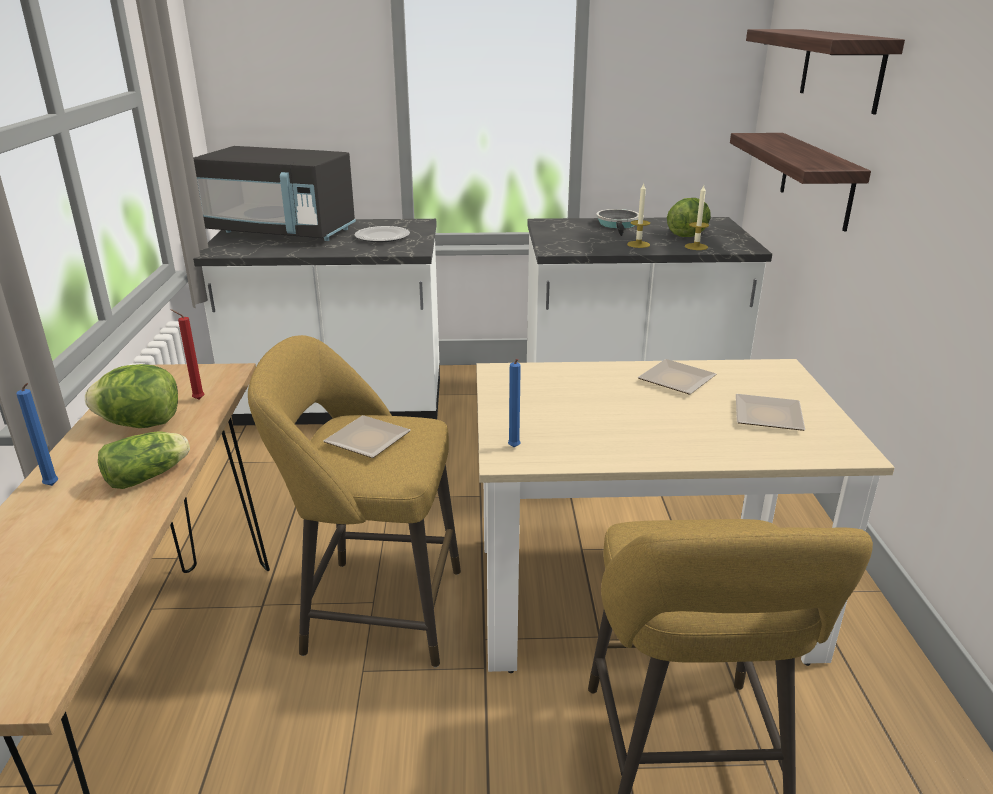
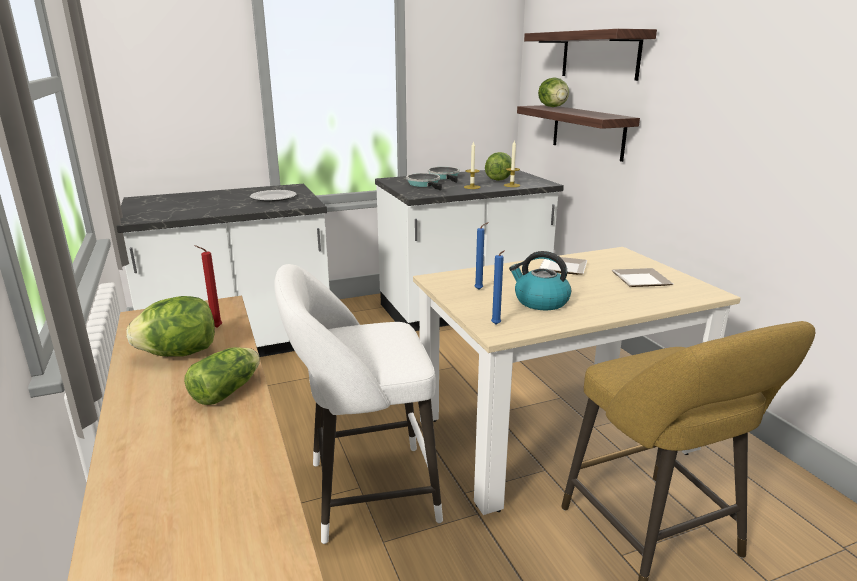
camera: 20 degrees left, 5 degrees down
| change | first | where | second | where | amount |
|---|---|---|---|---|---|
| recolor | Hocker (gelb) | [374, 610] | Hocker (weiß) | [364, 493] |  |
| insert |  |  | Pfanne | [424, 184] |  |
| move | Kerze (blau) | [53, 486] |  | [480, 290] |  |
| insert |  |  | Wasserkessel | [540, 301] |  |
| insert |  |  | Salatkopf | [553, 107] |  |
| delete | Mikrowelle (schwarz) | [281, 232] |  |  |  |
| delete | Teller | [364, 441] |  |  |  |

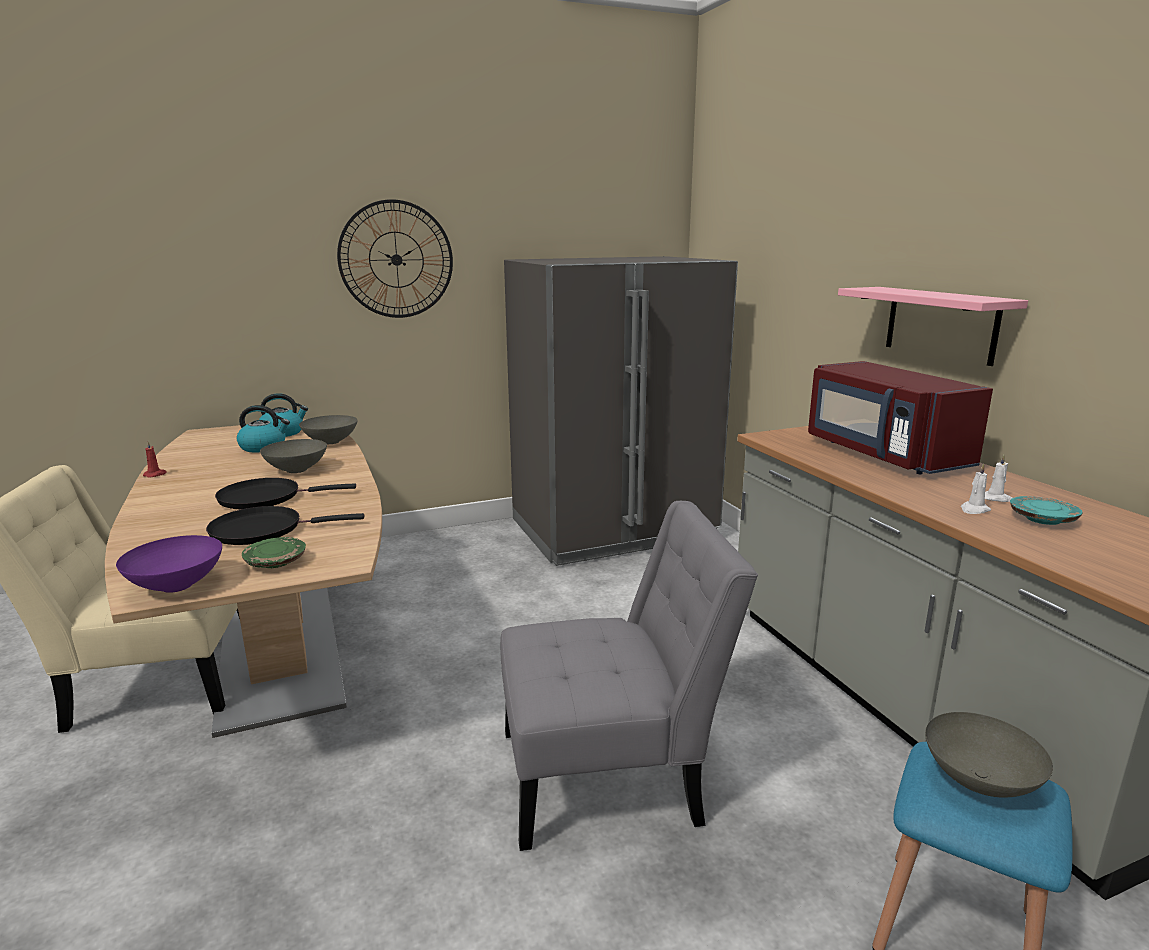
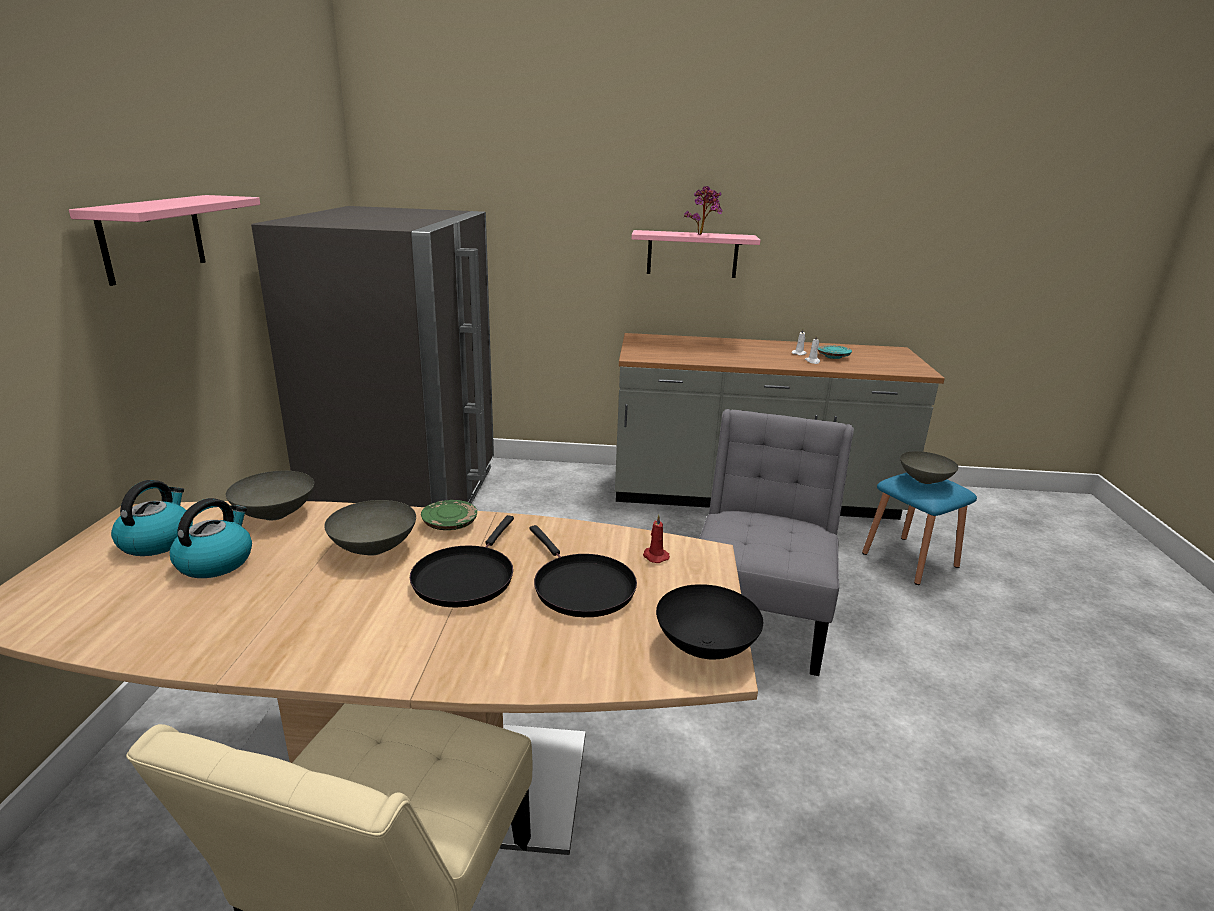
camera: 65 degrees left, 5 degrees up
| change | first | where | second | where | amount |
|---|---|---|---|---|---|
| replace | Wanduhr | [396, 260] | Wandregal (rosa) | [153, 237] |  |
| move | Teller (grün) | [276, 562] |  | [450, 523] |  |
| rotate | Pfanne (schwarz) | [263, 530] |  | [580, 587] | 45 degrees counterclockwise |
| move | Kerze (rot) | [155, 474] |  | [654, 556] |  |
| recolor | Schüssel (lila) | [175, 586] | Schüssel (schwarz) | [707, 647] |  |
| insert |  |  | Topfpflanze | [702, 234] |  |
| delete | Mikrowelle (rot) | [882, 454] |  |  |  |

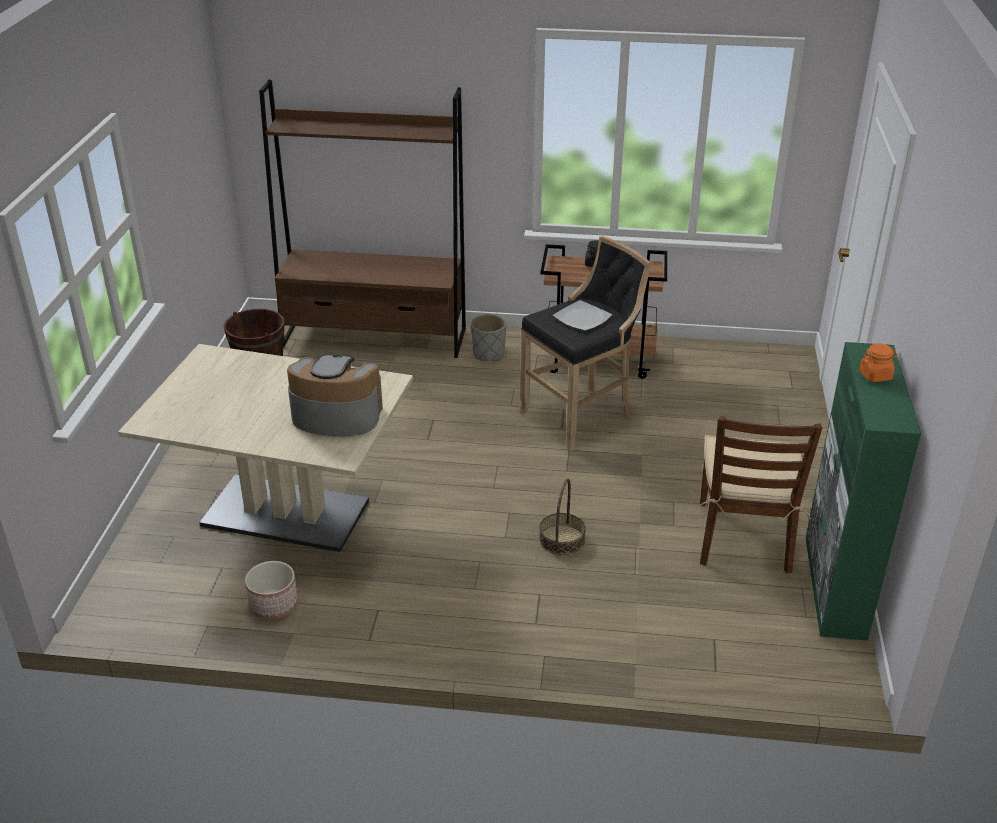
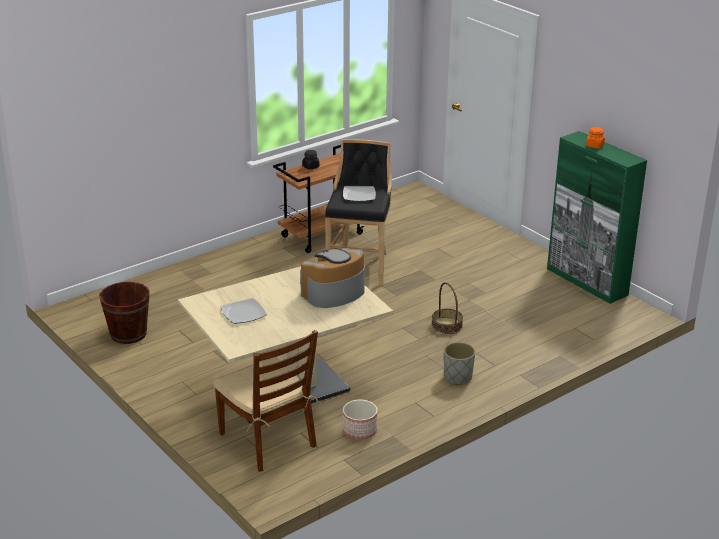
camera: 45 degrees left, 5 degrees down
| change | first | where | second | where | amount |
|---|---|---|---|---|---|
| move | Stuhl (braun) | [744, 537] |  | [268, 440] |  |
| insert |  |  | Teller | [244, 313] |  |
| move | Pflanzkübel (grau) | [488, 354] |  | [457, 377] |  |
| delete | Bücherregal (braun) | [375, 337] |  |  |  |

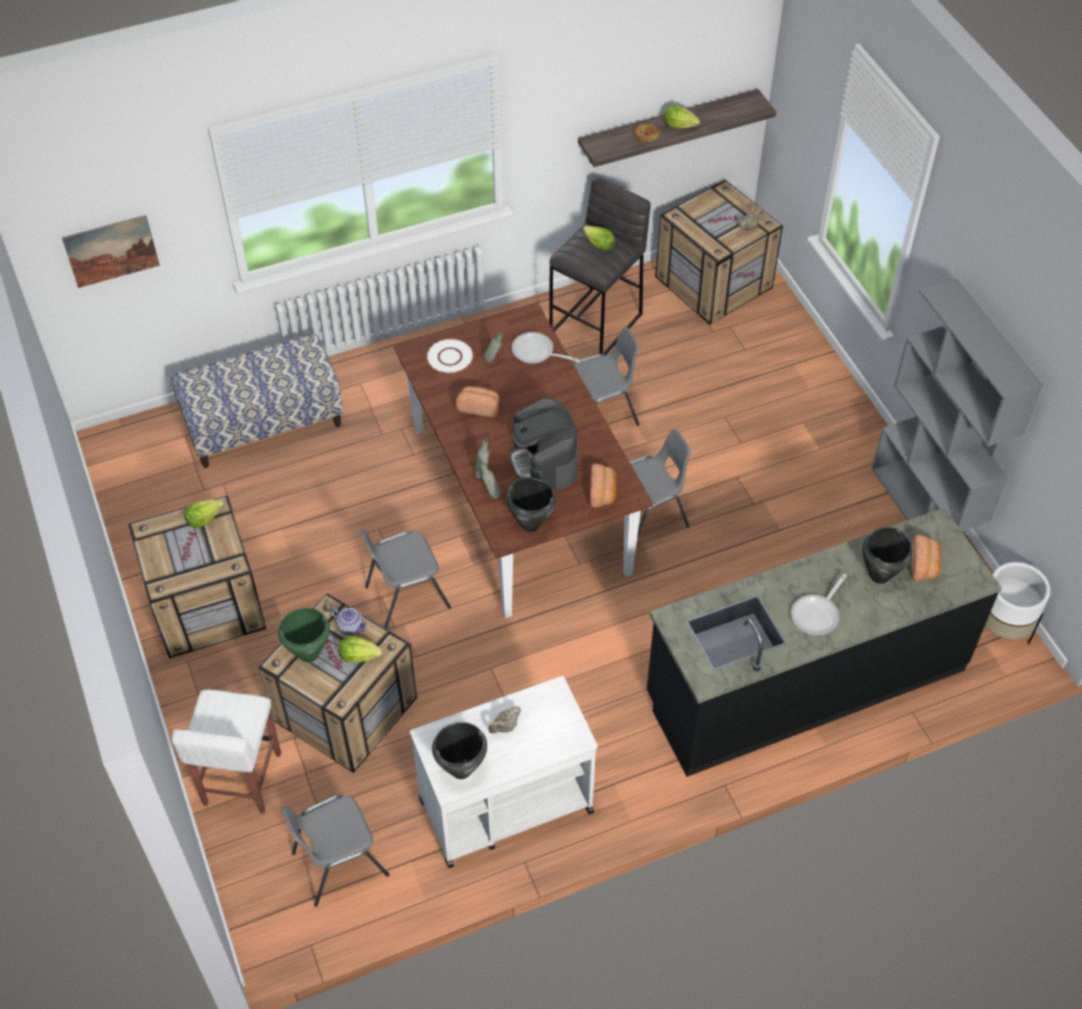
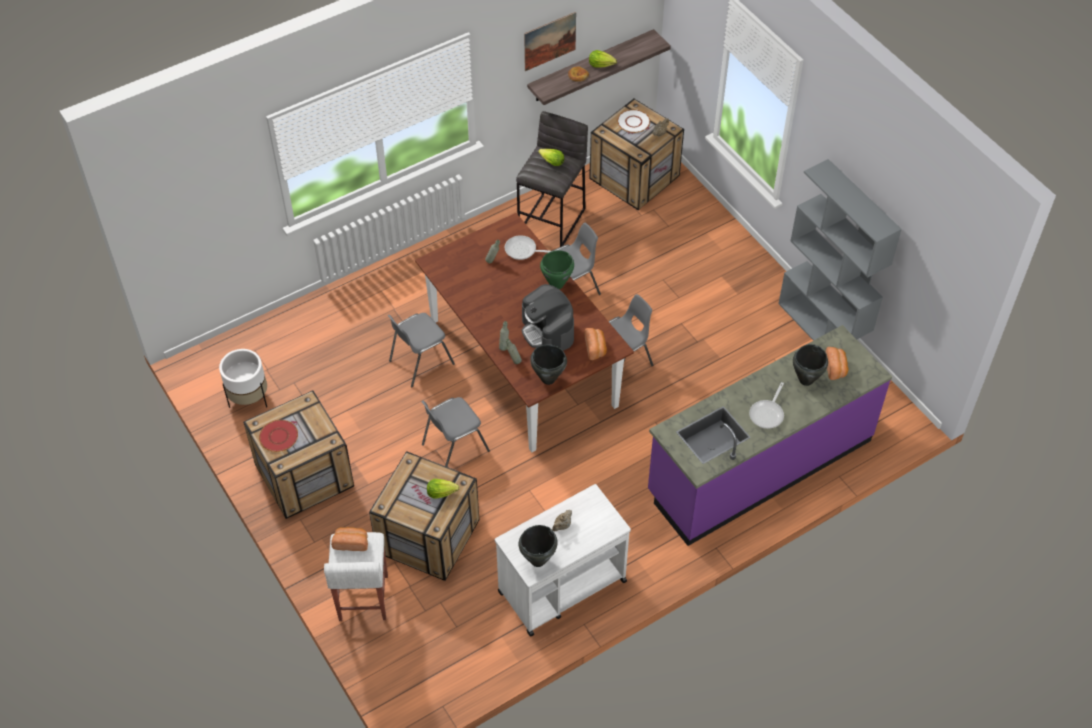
camera: 10 degrees left, 0 degrees up
| change | first | where | second | where | amount |
|---|---|---|---|---|---|
| move | Pflanzkübel (weiß) | [1002, 628] |  | [249, 398] |  |
| insert |  |  | Teller (rot) | [279, 436] |  |
| move | Brot | [479, 407] |  | [351, 542] |  |
| move | Stuhl (grau) | [338, 863] |  | [420, 362] |  |
| move | Bild | [111, 251] |  | [549, 41] |  |
| move | Kochtopf (grün) | [308, 654] |  | [556, 284] |  |
| move | Teller (weiß) | [449, 357] |  | [633, 122] |  |
| recolor | Küchenzeile (schwarz) | [805, 682] | Küchenzeile (lila) | [759, 466] |  |
| delete | Bank | [264, 424] |  |  |  |
| delete | Salatkopf | [204, 518] |  |  |  |
| delete | Teekanne | [351, 626] |  |  |  |

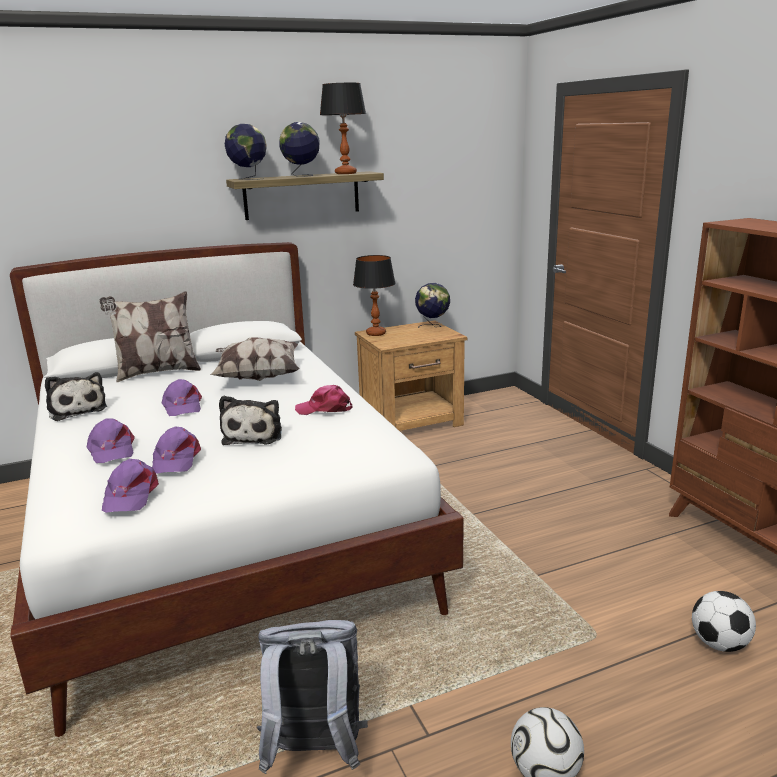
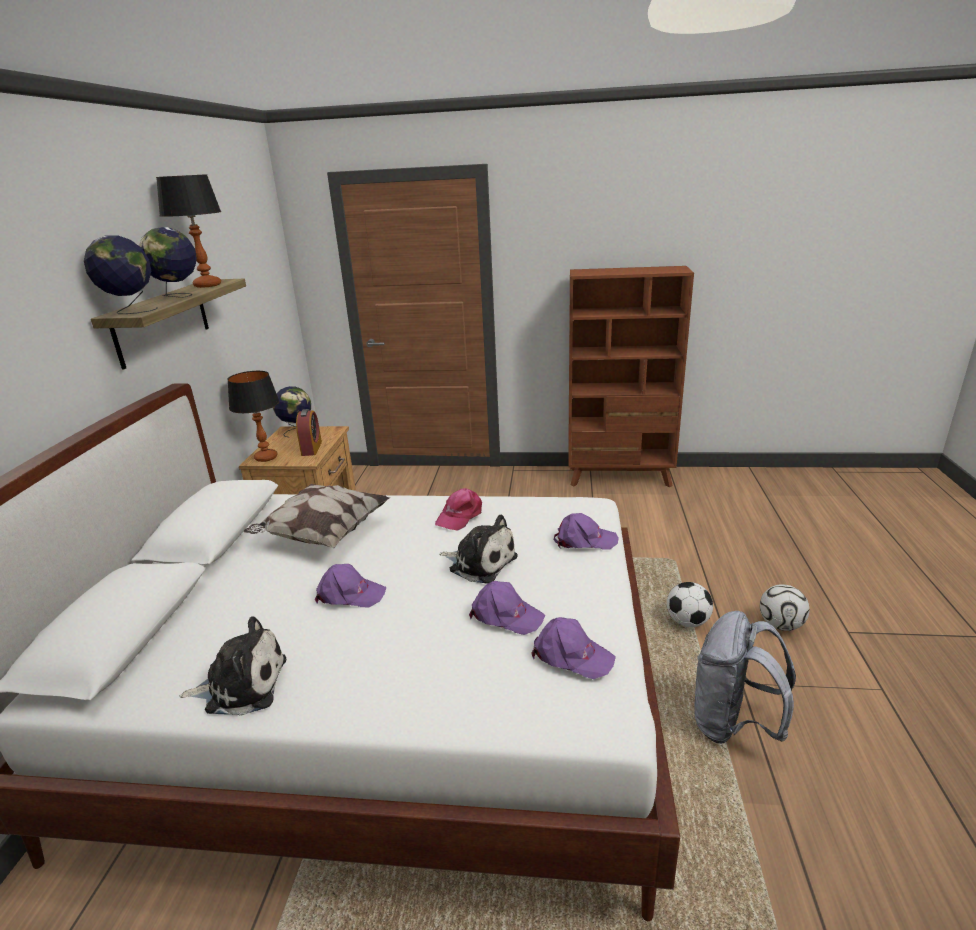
camera: 60 degrees left, 5 degrees up
| change | first | where | second | where | amount |
|---|---|---|---|---|---|
| insert |  |  | Wecker | [311, 448] |  |
| move | Kappe (lila) | [111, 450] |  | [584, 540] |  |
| move | Fußball | [719, 644] |  | [687, 622] |  |
| delete | Kissen | [157, 372] |  |  |  |

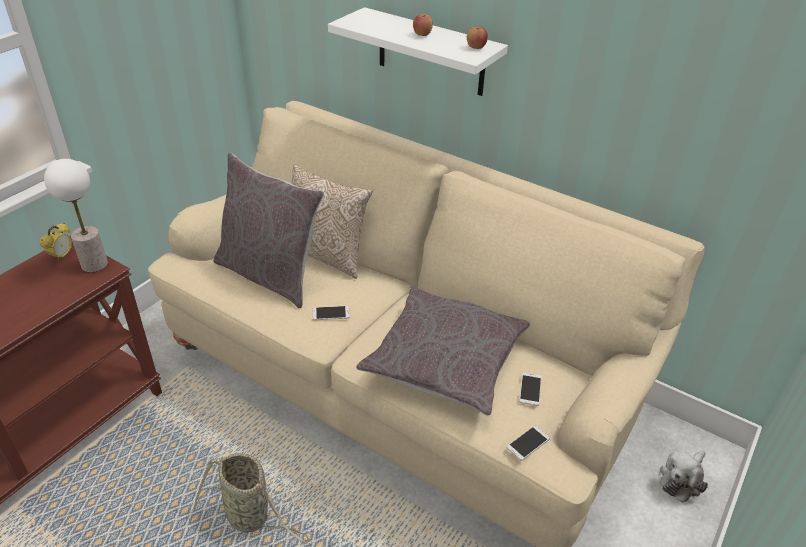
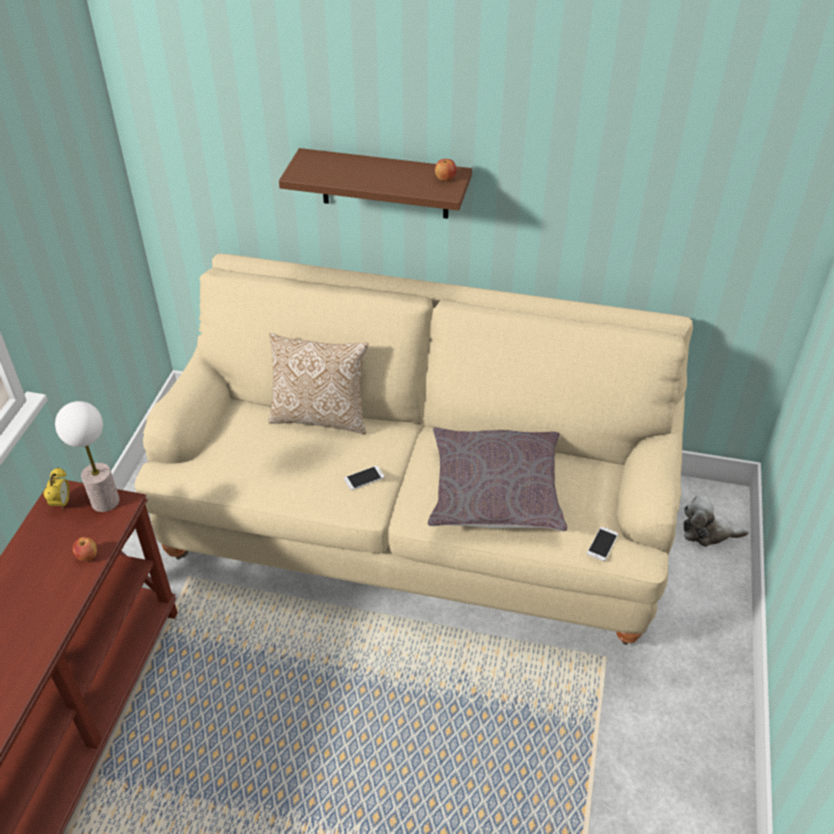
camera: 20 degrees left, 5 degrees up
| change | first | where | second | where | amount |
|---|---|---|---|---|---|
| move | Apfel | [422, 35] |  | [87, 556] |  |
| recolor | Wandregal (weiß) | [431, 52] | Wandregal (braun) | [385, 184] |  |
| rotate | Plüschtier | [682, 479] |  | [707, 532] | 75 degrees clockwise |
| delete | Korb | [250, 517] |  |  |  |
| delete | Kissen (grau) | [270, 274] |  |  |  |
| delete | Handy | [530, 389] |  |  |  |

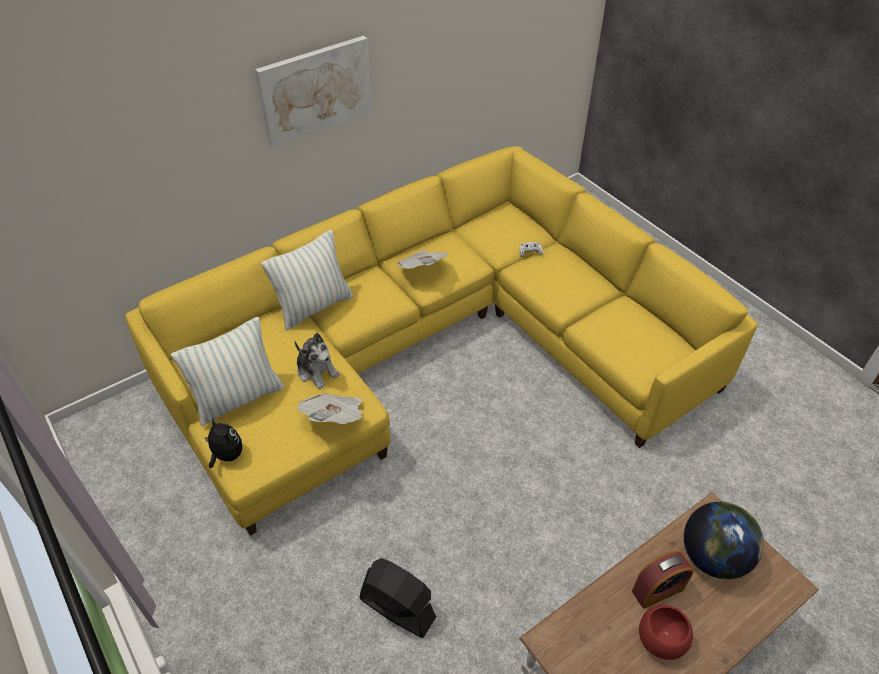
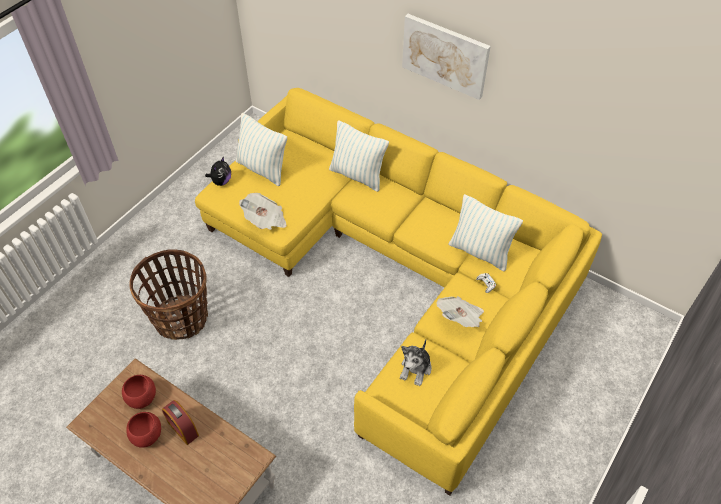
camera: 70 degrees right, 5 degrees up
| change | first | where | second | where | amount |
|---|---|---|---|---|---|
| insert |  |  | Schüssel (rot) | [142, 397] |  |
| replace | Ventilator (schwarz) | [397, 608] | Korb | [181, 318] |  |
| move | Plüschtier | [317, 371] |  | [416, 369] |  |
| move | Zeitung | [422, 269] |  | [460, 318] |  |
| insert |  |  | Kissen | [480, 252] |  |
| delete | Globus | [713, 557] |  |  |  |

